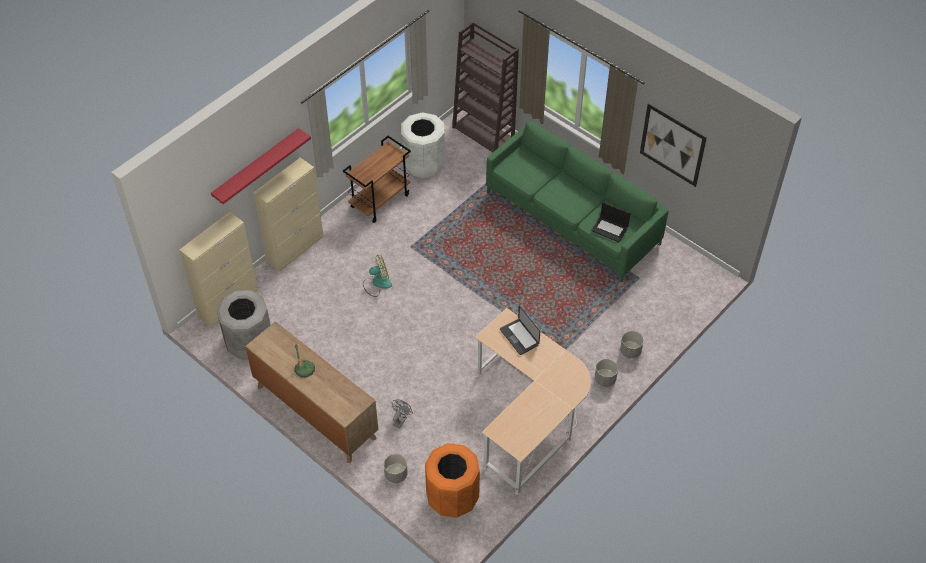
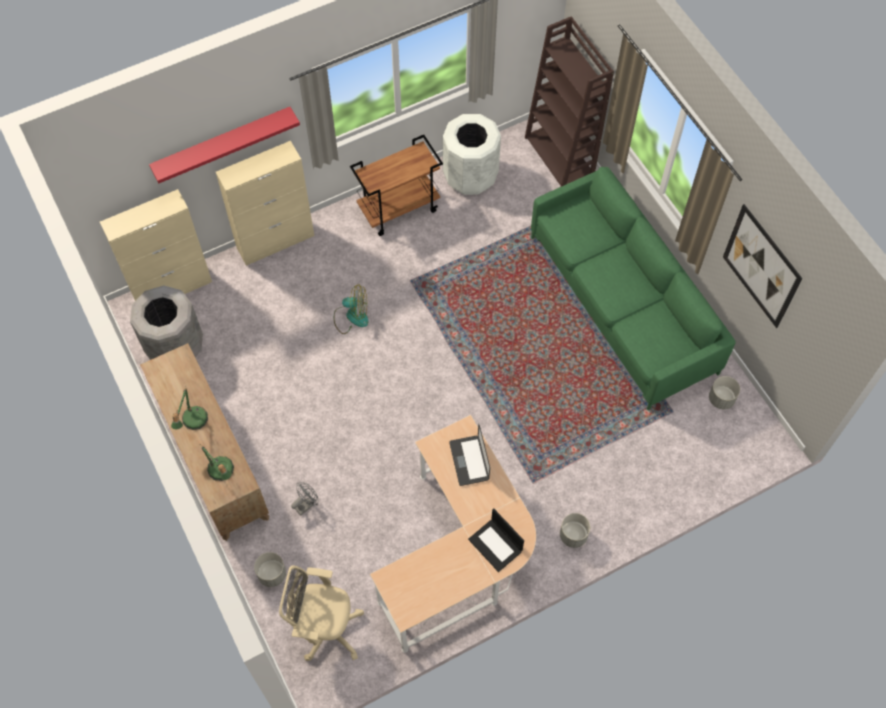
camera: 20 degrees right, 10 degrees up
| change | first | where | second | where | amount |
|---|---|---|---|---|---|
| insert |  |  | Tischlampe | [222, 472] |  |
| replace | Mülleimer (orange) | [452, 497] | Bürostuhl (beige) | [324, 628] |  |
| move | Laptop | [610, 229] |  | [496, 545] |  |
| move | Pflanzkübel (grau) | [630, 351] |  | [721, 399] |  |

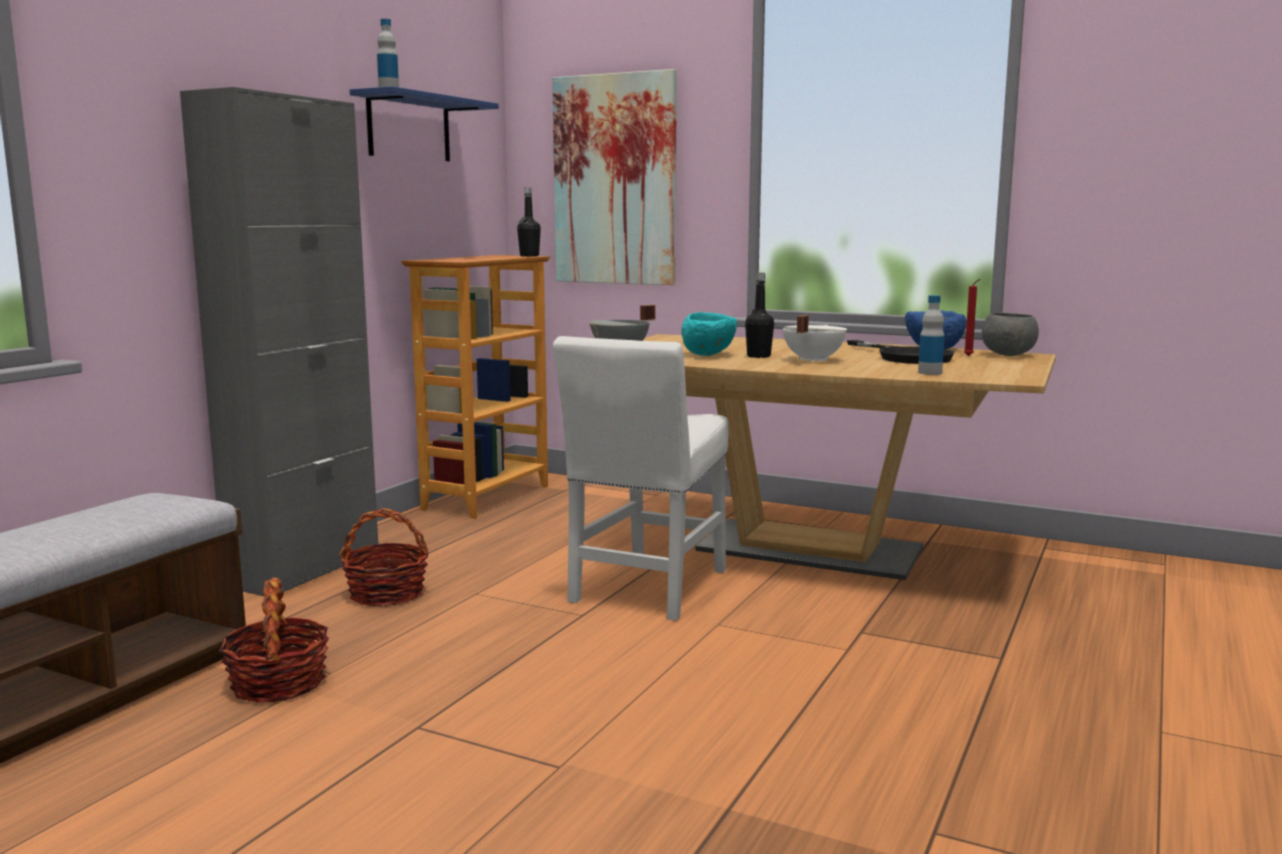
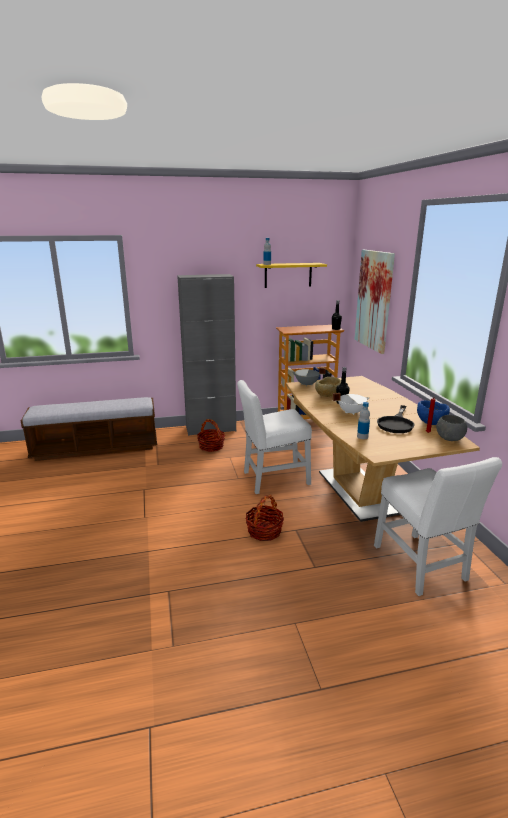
camera: 50 degrees right, 10 degrees up
| change | first | where | second | where | amount |
|---|---|---|---|---|---|
| move | Korb | [278, 683] |  | [264, 531] |  |
| recolor | Wandregal (blau) | [409, 128] | Wandregal (gelb) | [288, 275] |  |
| recolor | Schüssel (türkis) | [709, 355] | Schüssel (beige) | [327, 396] |  |
| insert |  |  | Stuhl (weiß) | [421, 566] |  |

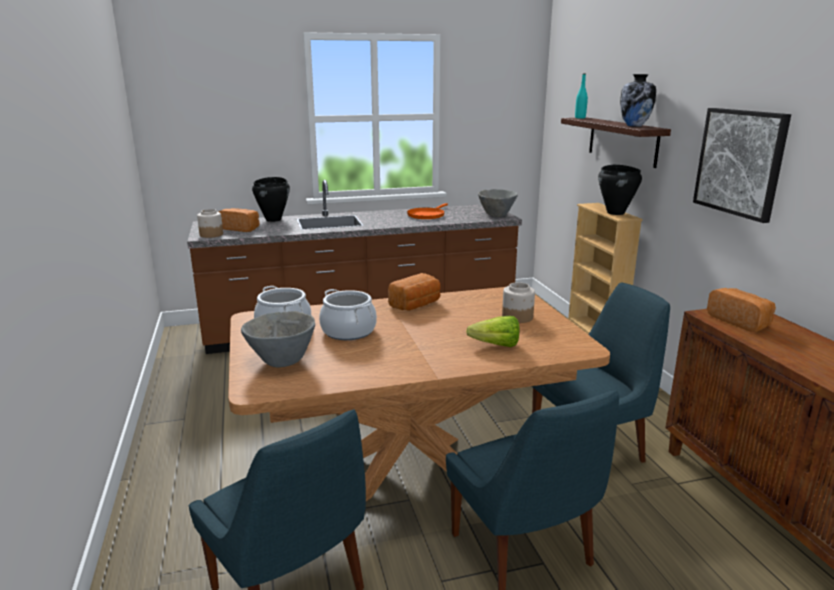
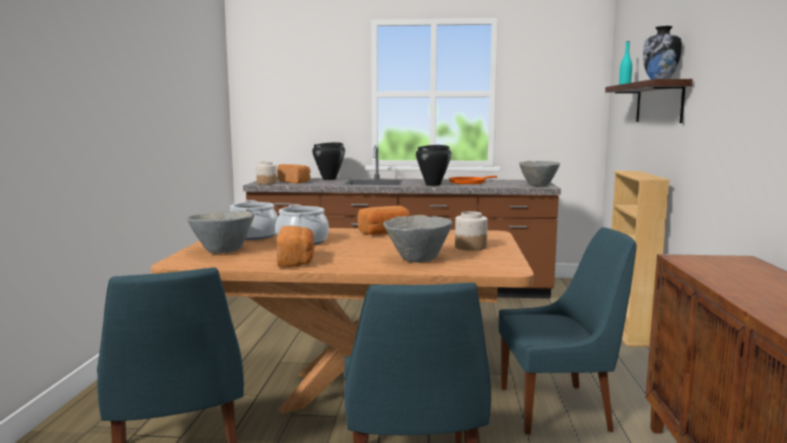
camera: 20 degrees right, 10 degrees down
| change | first | where | second | where | amount |
|---|---|---|---|---|---|
| move | Brot | [740, 321] |  | [296, 261] |  |
| replace | Salatkopf | [491, 345] | Schüssel (grau) | [417, 259] |  |
| move | Kochtopf (schwarz) | [616, 213] |  | [433, 185] |  |
| delete | Bild | [740, 162] |  |  |  |

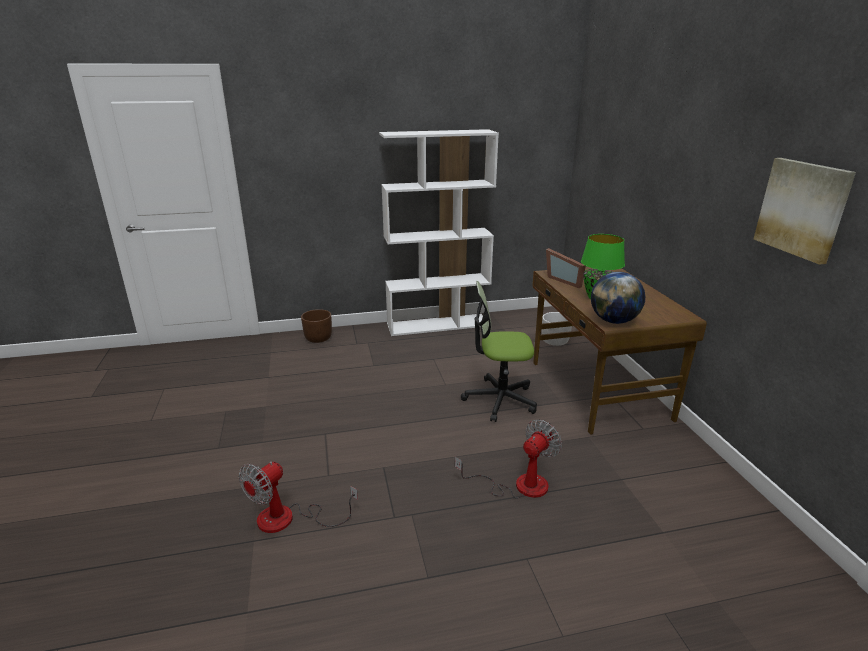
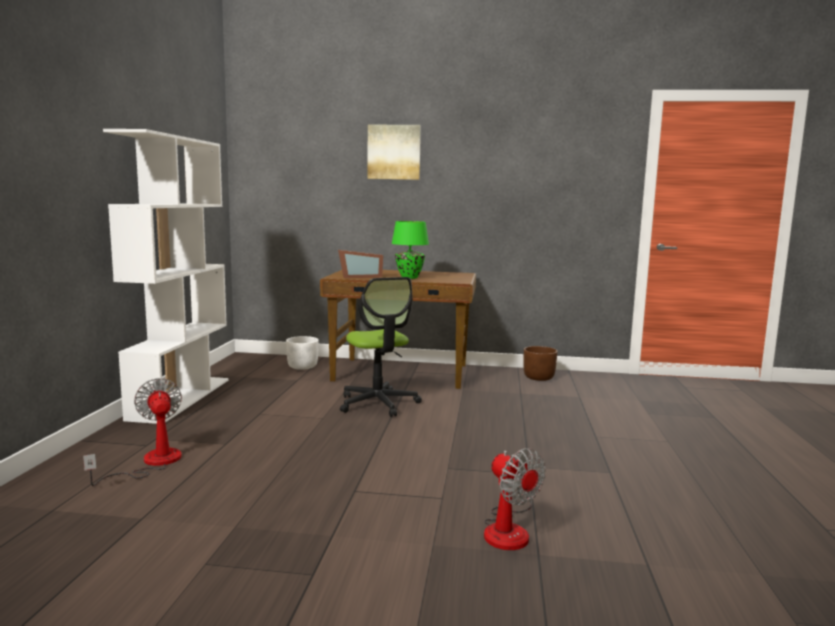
camera: 70 degrees left, 15 degrees down
| change | first | where | second | where | amount |
|---|---|---|---|---|---|
| move | Ventilator | [519, 485] |  | [151, 463] |  |
| rotate | Bürostuhl | [499, 399] |  | [378, 403] | 45 degrees counterclockwise |
| move | Bild | [802, 208] |  | [394, 152] |  |
| move | Pflanzkübel (braun) | [318, 338] |  | [539, 378] |  |
| delete | Globus | [614, 321] |  |  |  |

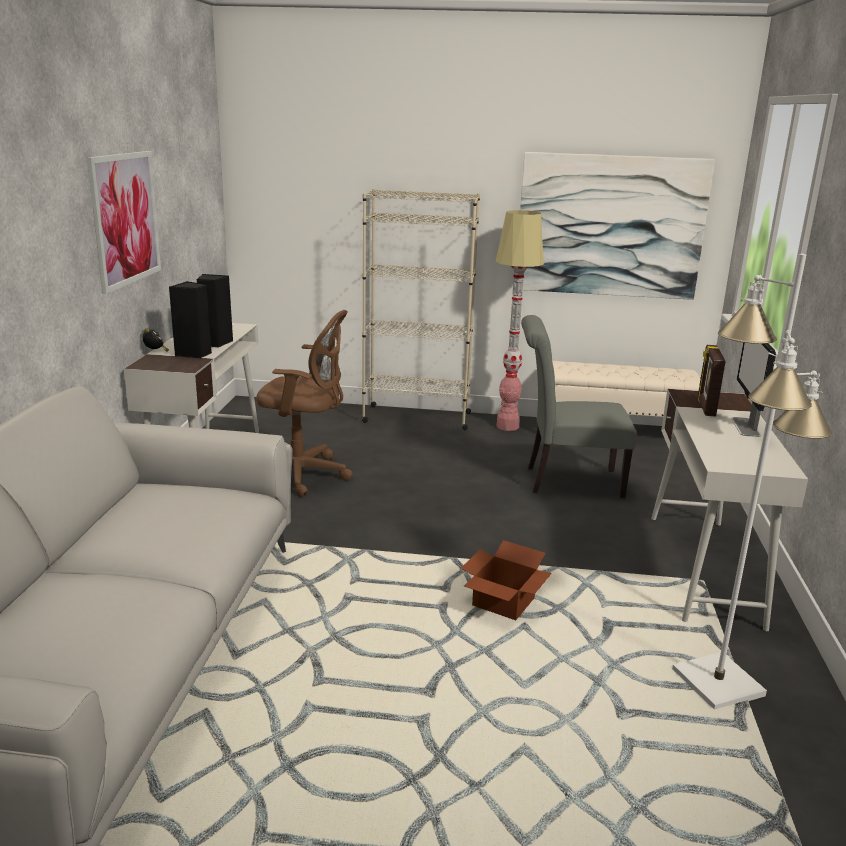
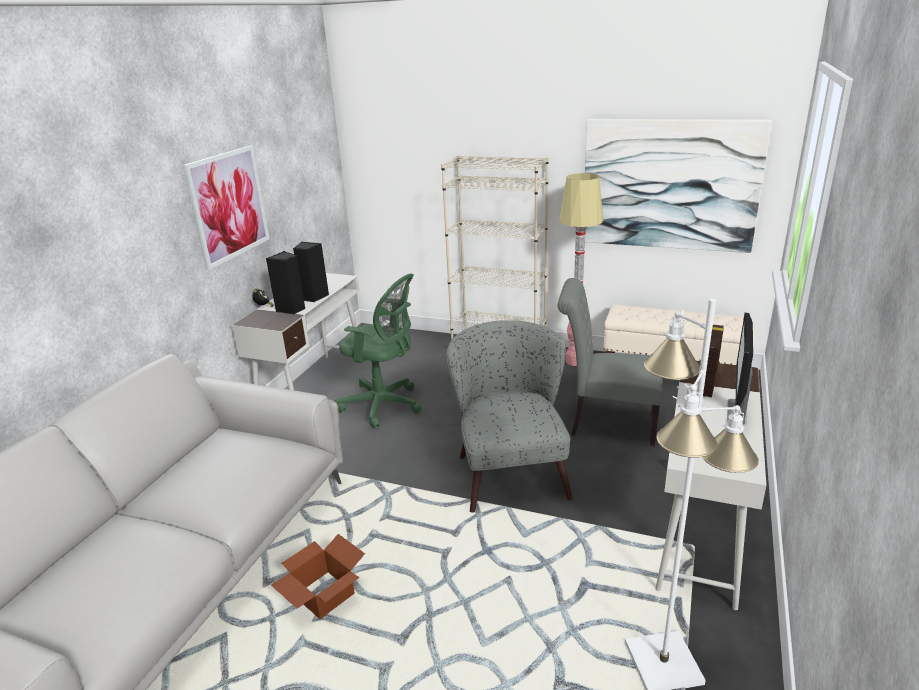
camera: 15 degrees right, 5 degrees up
| change | first | where | second | where | amount |
|---|---|---|---|---|---|
| move | Karton | [501, 603] |  | [322, 596] |  |
| recolor | Bürostuhl (braun) | [303, 474] | Bürostuhl (grün) | [384, 405] |  |
| insert |  |  | Sessel (grau) | [509, 469] |  |

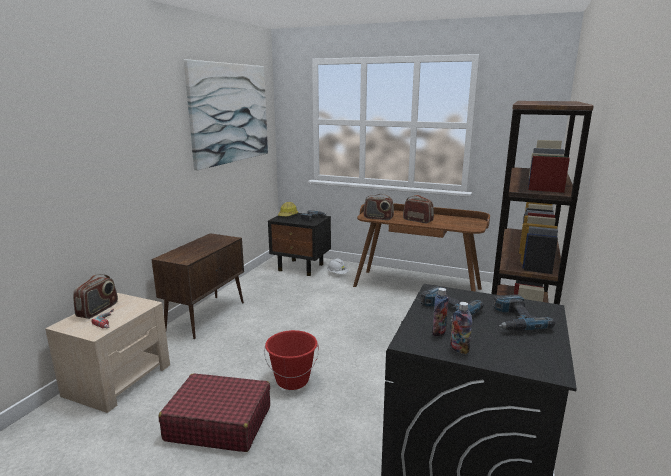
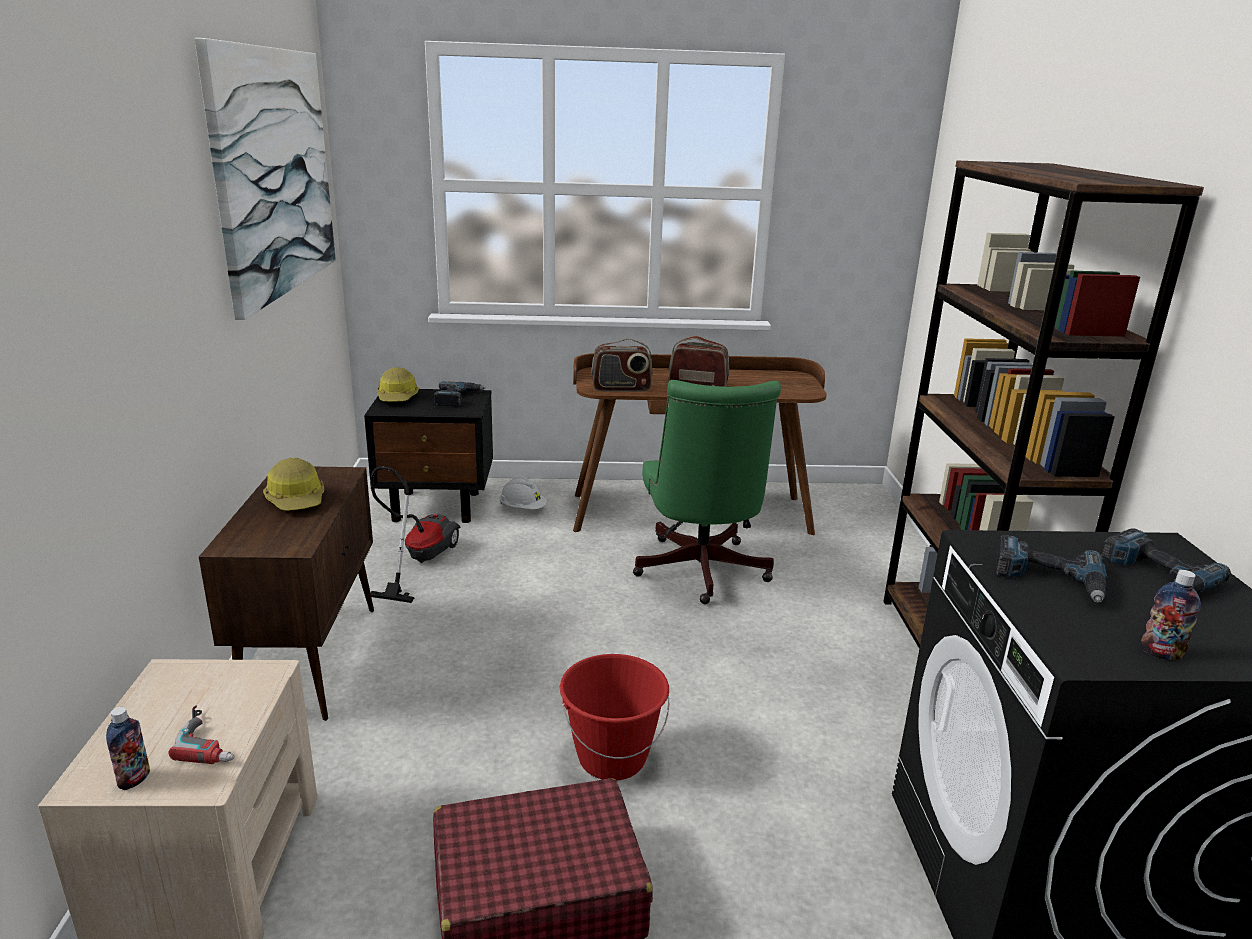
camera: 25 degrees left, 5 degrees up
| change | first | where | second | where | amount |
|---|---|---|---|---|---|
| move | Flasche | [439, 332] |  | [134, 779] |  |
| insert |  |  | Schutzhelm | [297, 500] |  |
| insert |  |  | Staubsauger | [418, 560] |  |
| insert |  |  | Bürostuhl (grün) | [700, 573] |  |
| delete | Radio | [98, 310] |  |  |  |

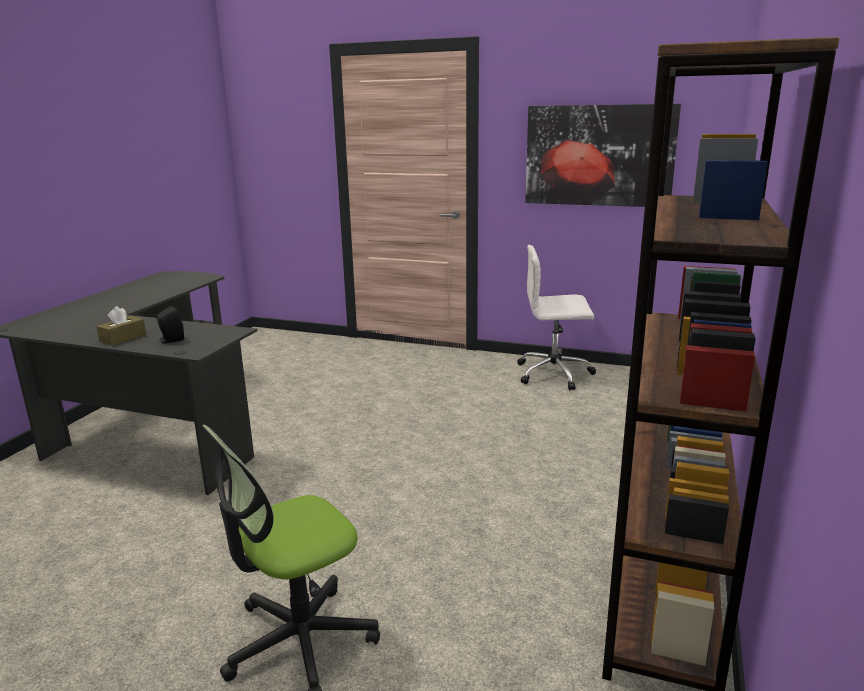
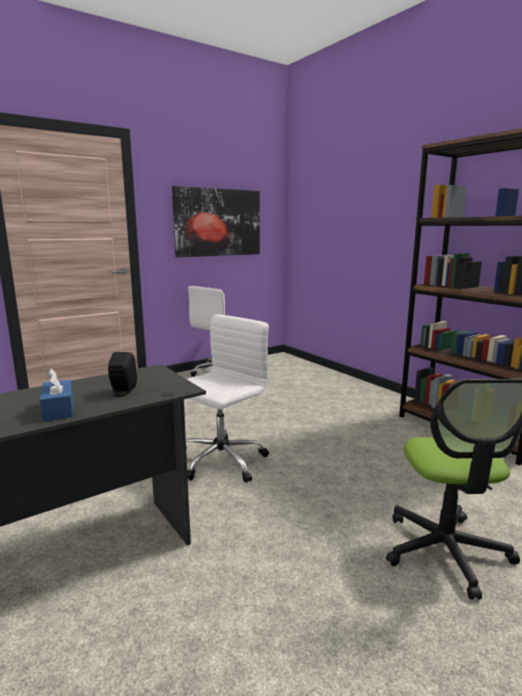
camera: 55 degrees left, 5 degrees down
| change | first | where | second | where | amount |
|---|---|---|---|---|---|
| recolor | Taschentuchbox (braun) | [123, 338] | Taschentuchbox (blau) | [58, 409] |  |
| insert |  |  | Bürostuhl (weiß) | [220, 461] |  |

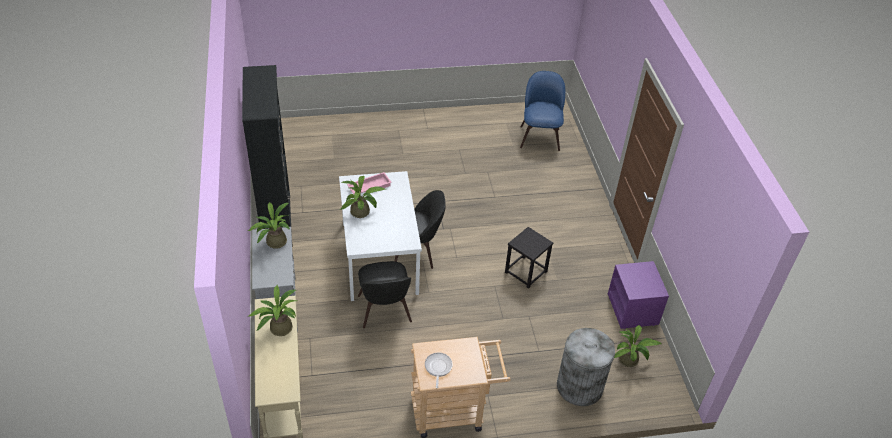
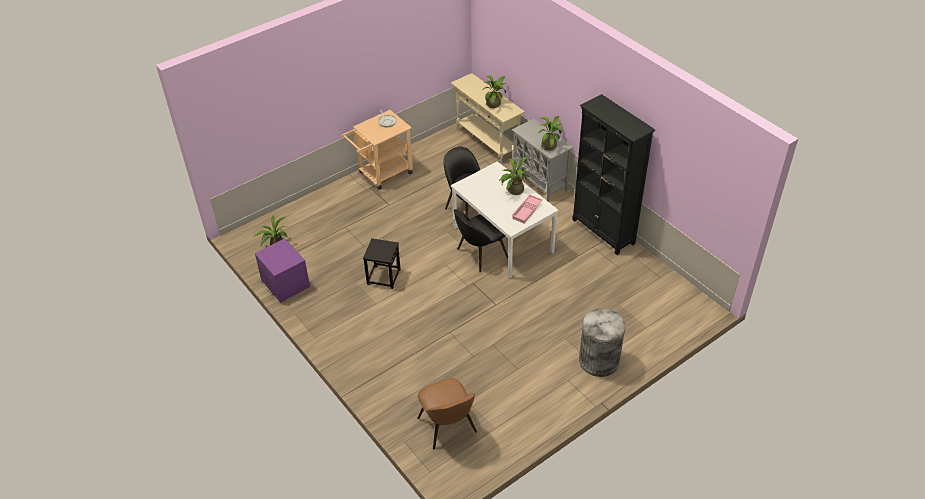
camera: 155 degrees right, 0 degrees up
| change | first | where | second | where | amount |
|---|---|---|---|---|---|
| recolor | Stuhl (blau) | [539, 136] | Stuhl (braun) | [448, 427] |  |
| move | Mülleimer (grau) | [580, 386] |  | [599, 361] |  |

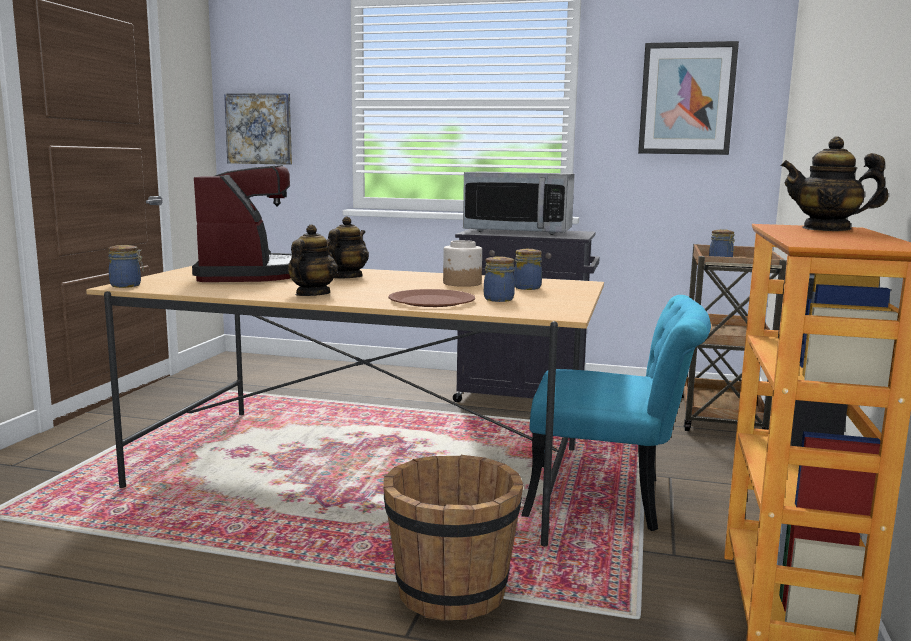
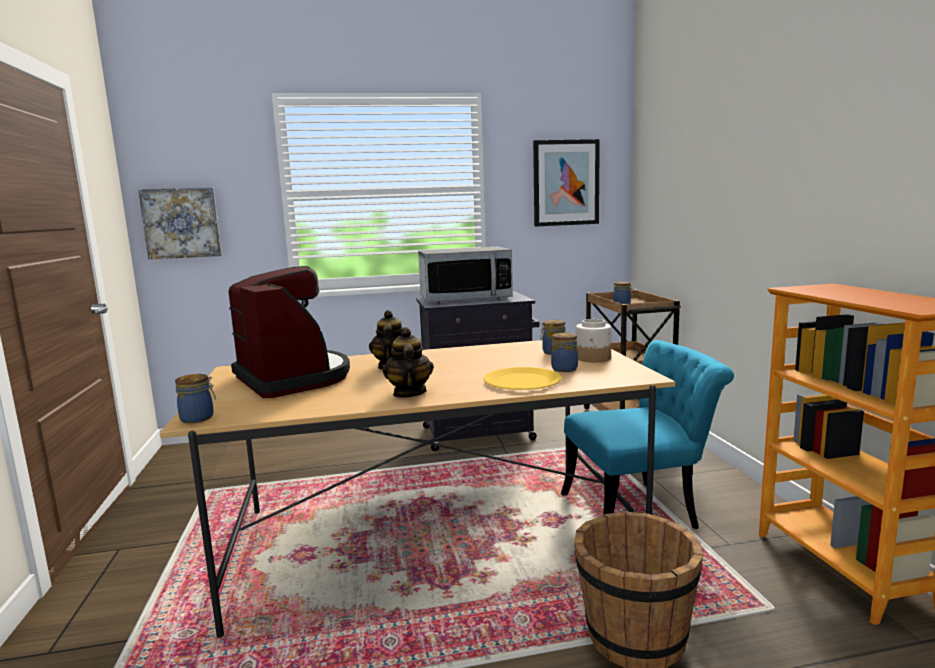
camera: 25 degrees left, 0 degrees up
| change | first | where | second | where | amount |
|---|---|---|---|---|---|
| recolor | Teller (braun) | [432, 301] | Teller (gelb) | [522, 381] |  |
| move | Vorratsglas | [462, 283] |  | [593, 358] |  |
| delete | Teekanne | [826, 229] |  |  |  |

